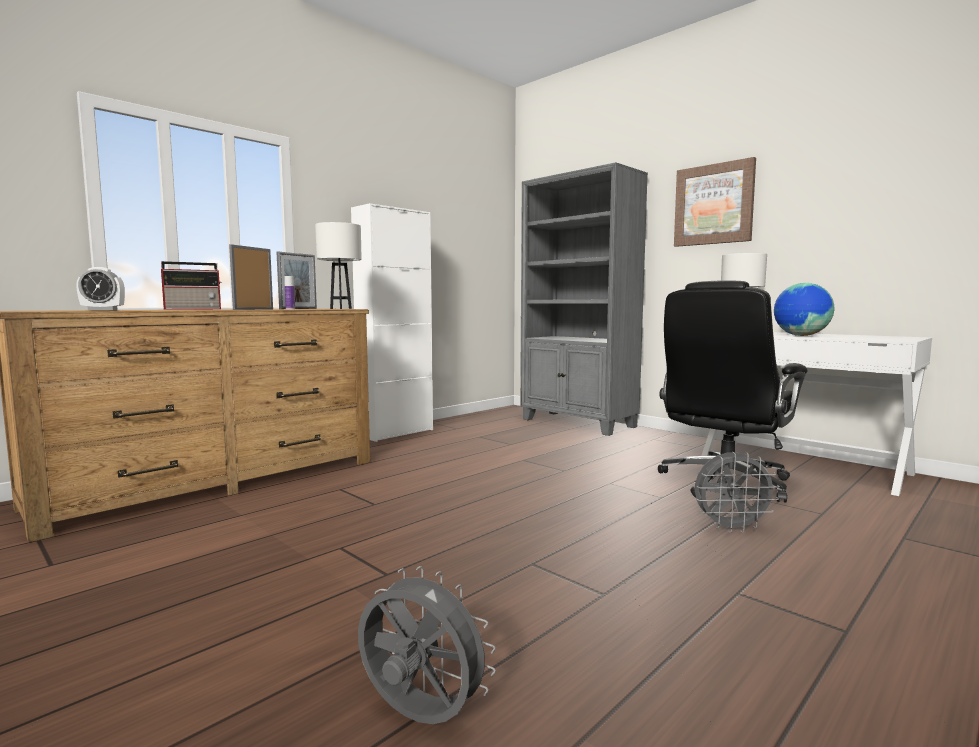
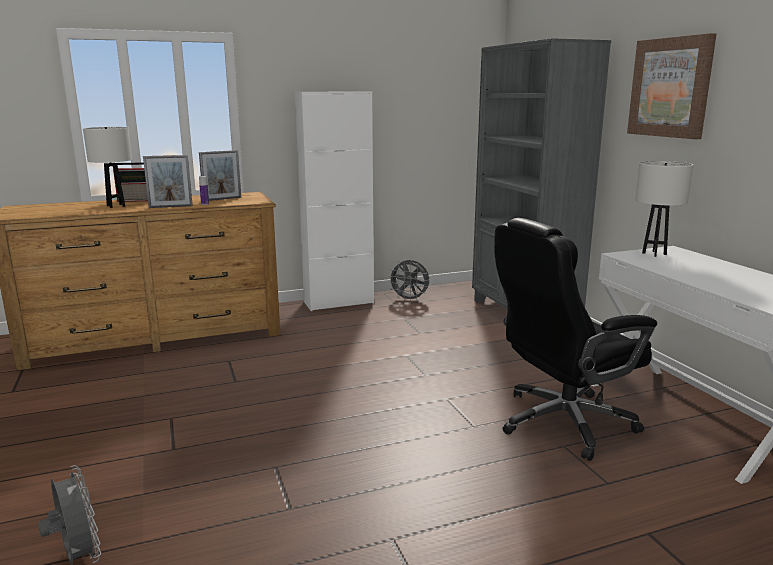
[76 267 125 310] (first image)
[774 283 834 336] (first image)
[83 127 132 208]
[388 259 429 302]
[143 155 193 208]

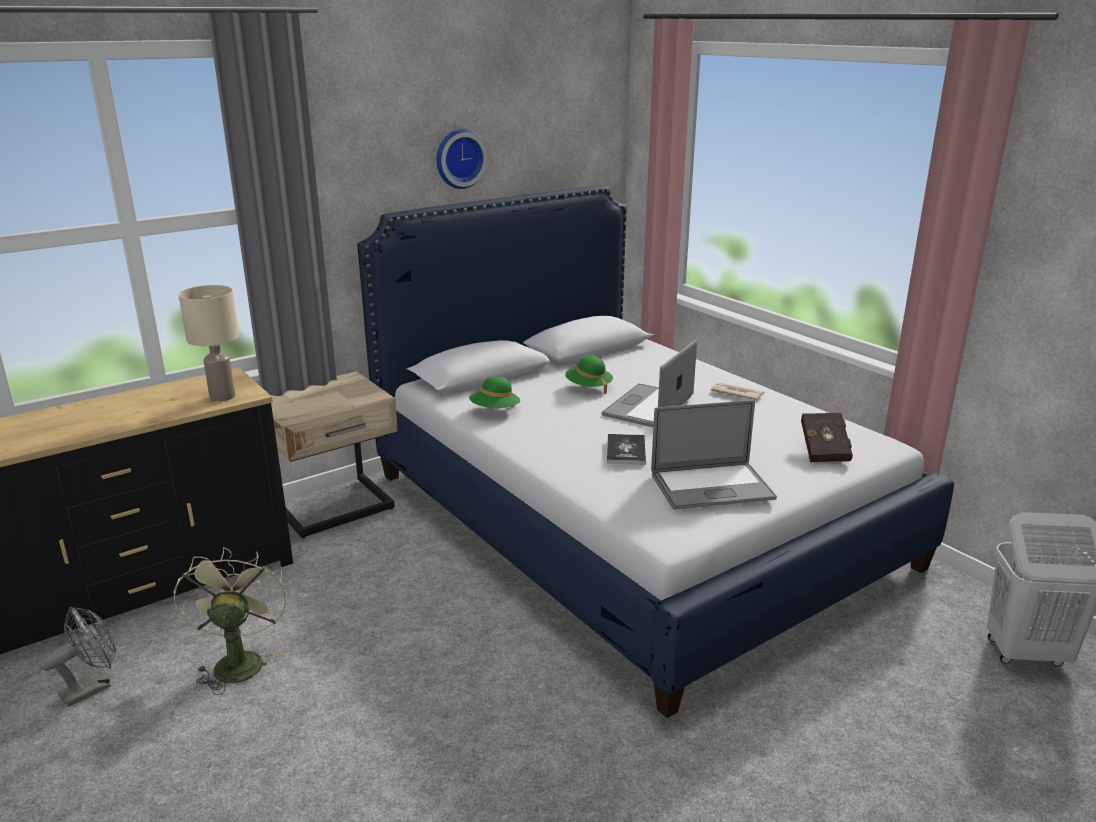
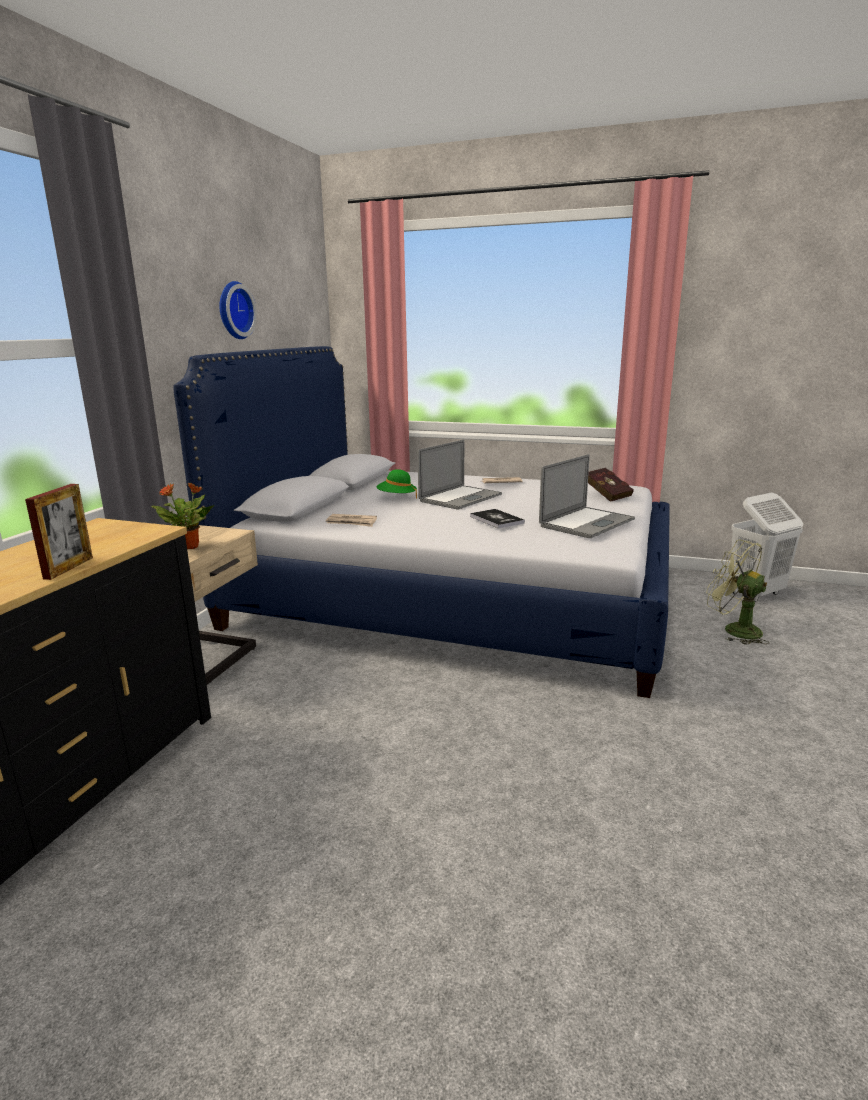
[40 607 116 707] (first image)
[179 285 239 402] (first image)
[25 484 93 580]
[151 482 214 549]
[706 540 769 645]
[326 514 377 527]
[417 440 502 509]

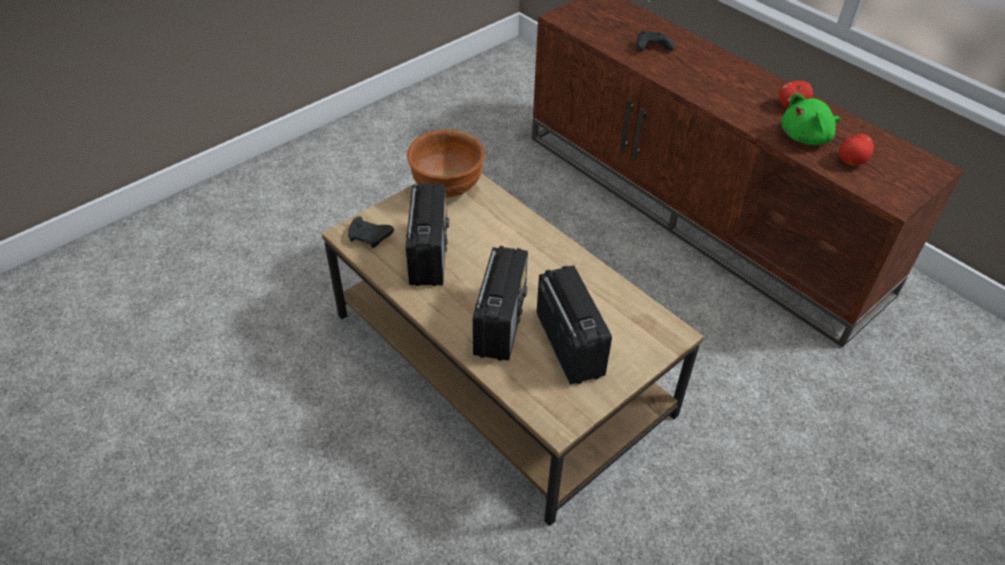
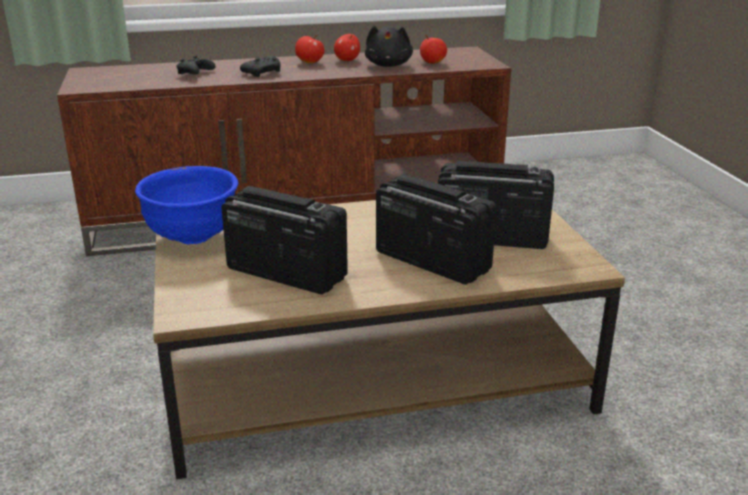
[295 35 325 63]
[240 56 281 77]
[135 166 238 244]
[365 26 413 67]

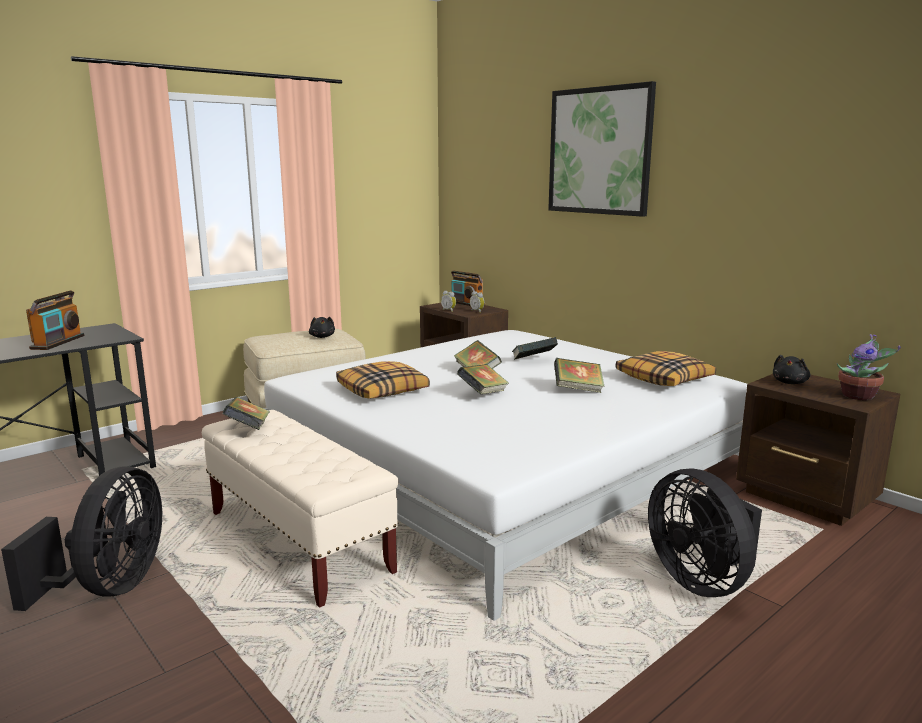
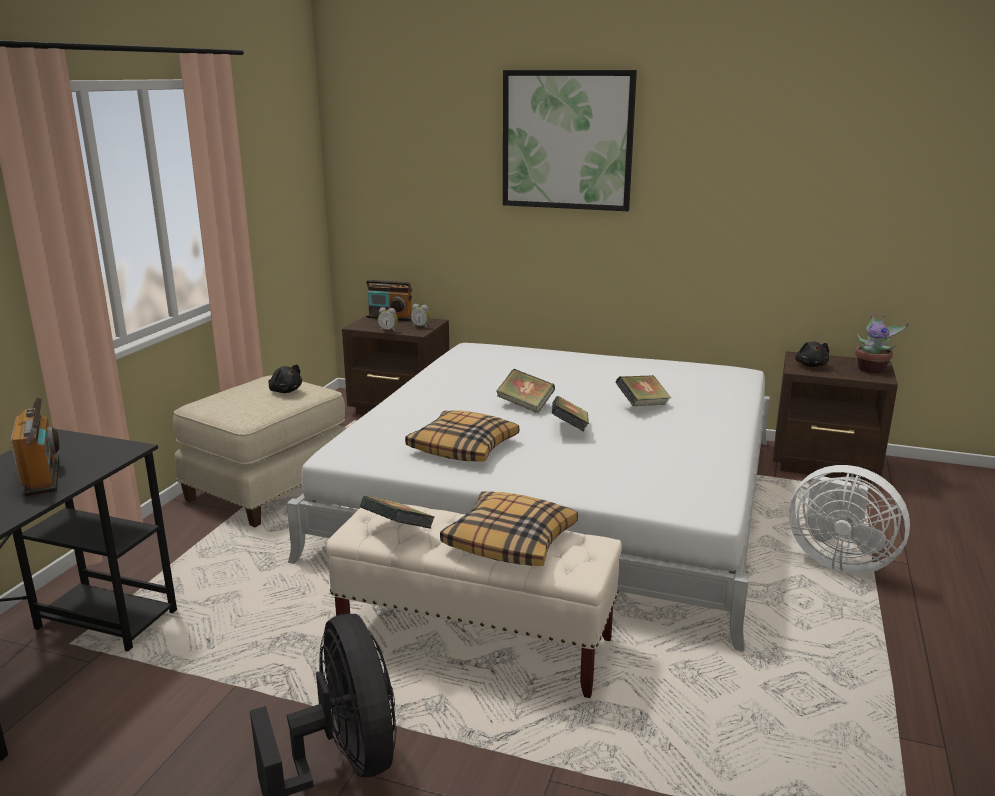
[512 337 558 360] (first image)
[440 491 578 566]
[789 465 910 574]

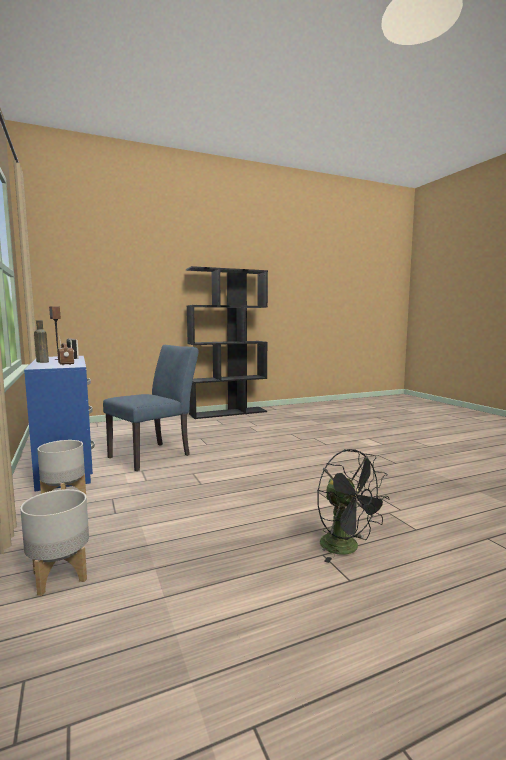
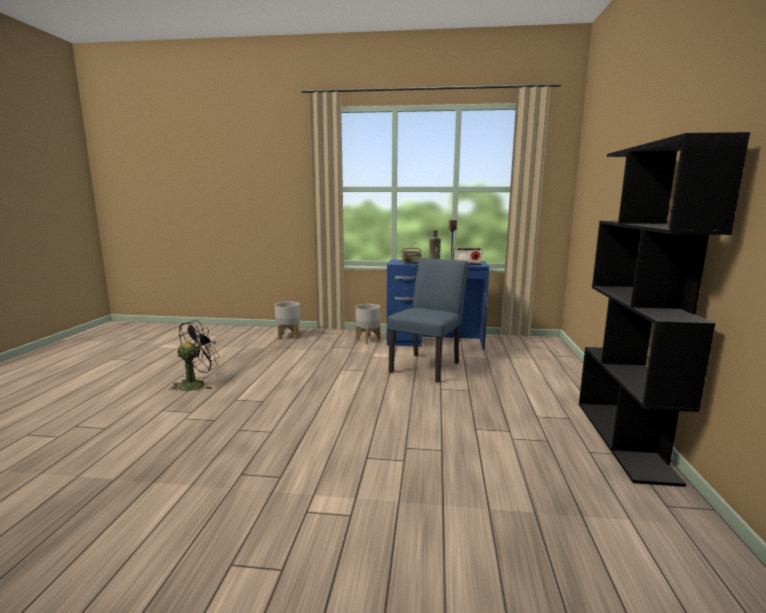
[387 258 468 383]
[169 320 220 391]

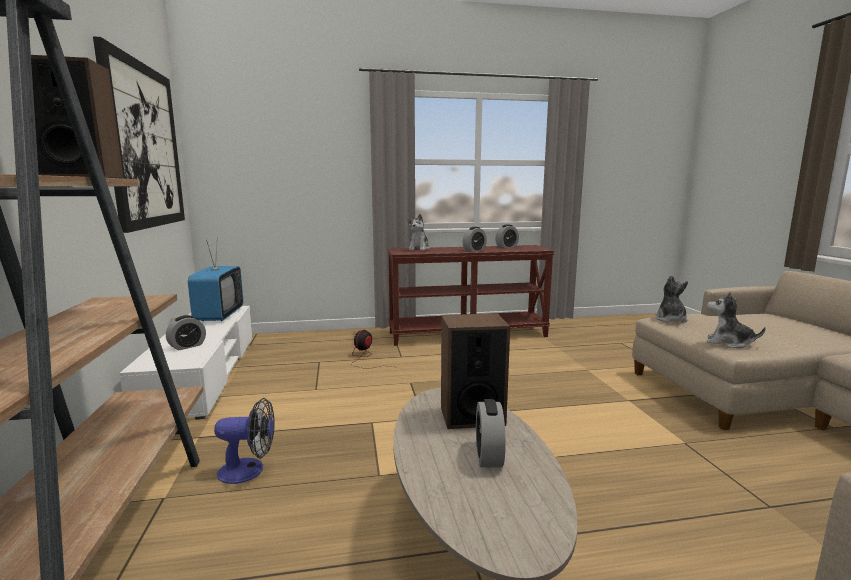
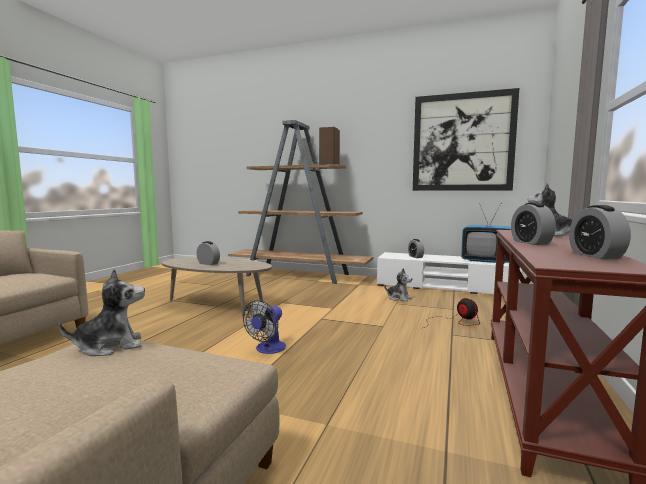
[441 313 510 429] (first image)
[243 300 286 354]
[384 268 412 302]

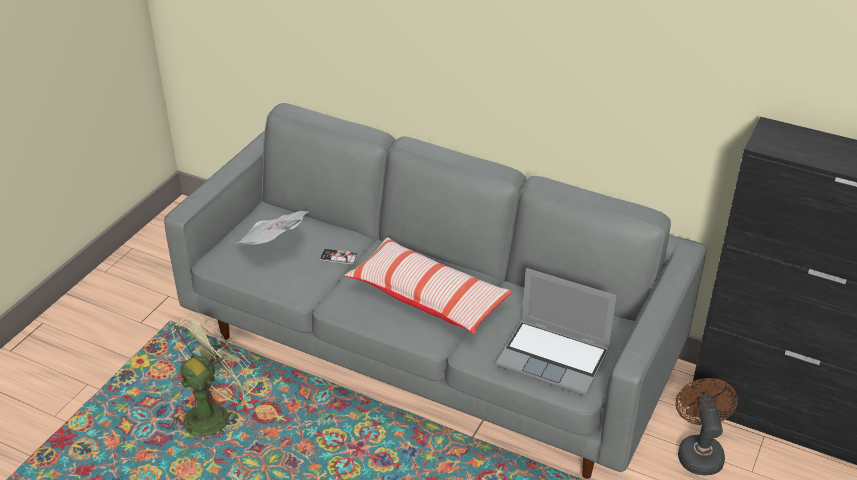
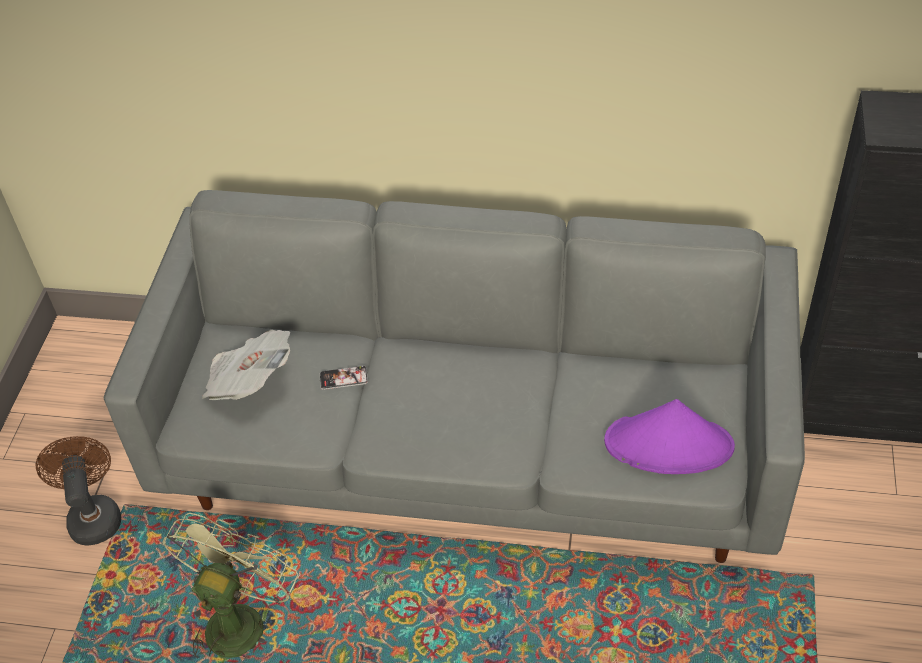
[344 237 513 334] (first image)
[36 436 121 546]
[604 399 735 474]

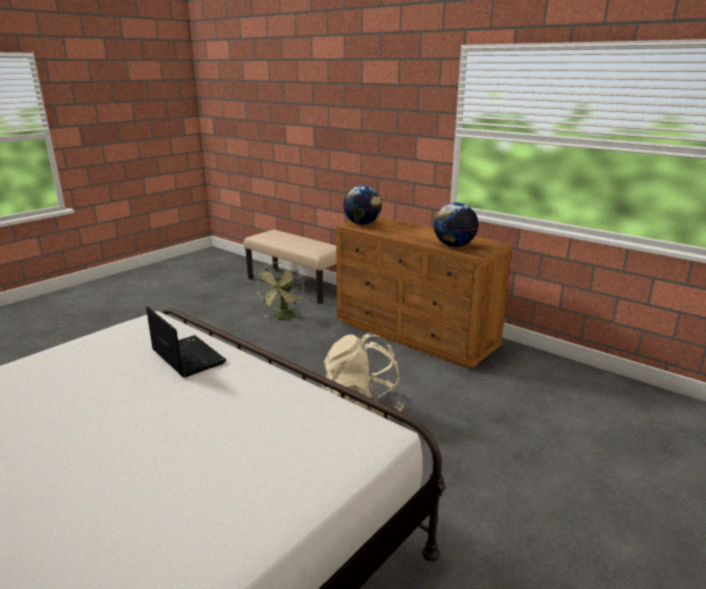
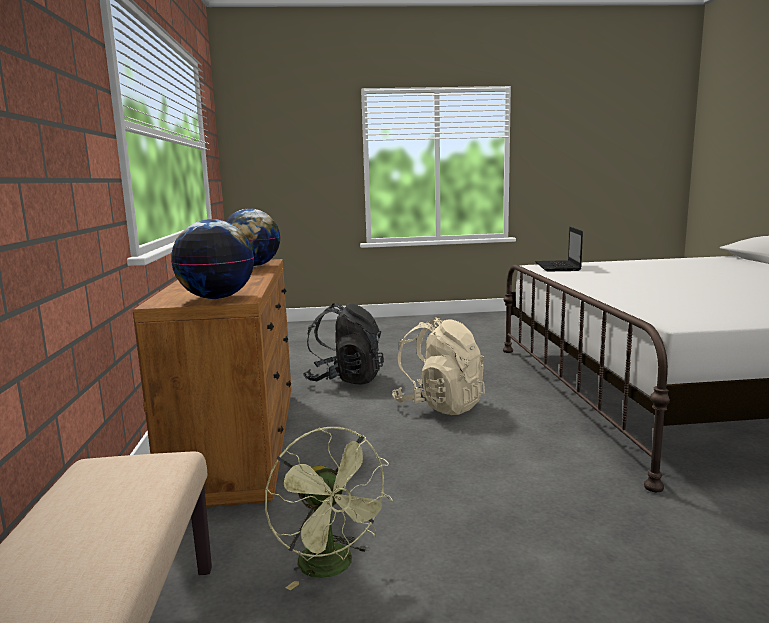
[303 303 384 385]
[535 227 583 271]
[265 427 393 590]

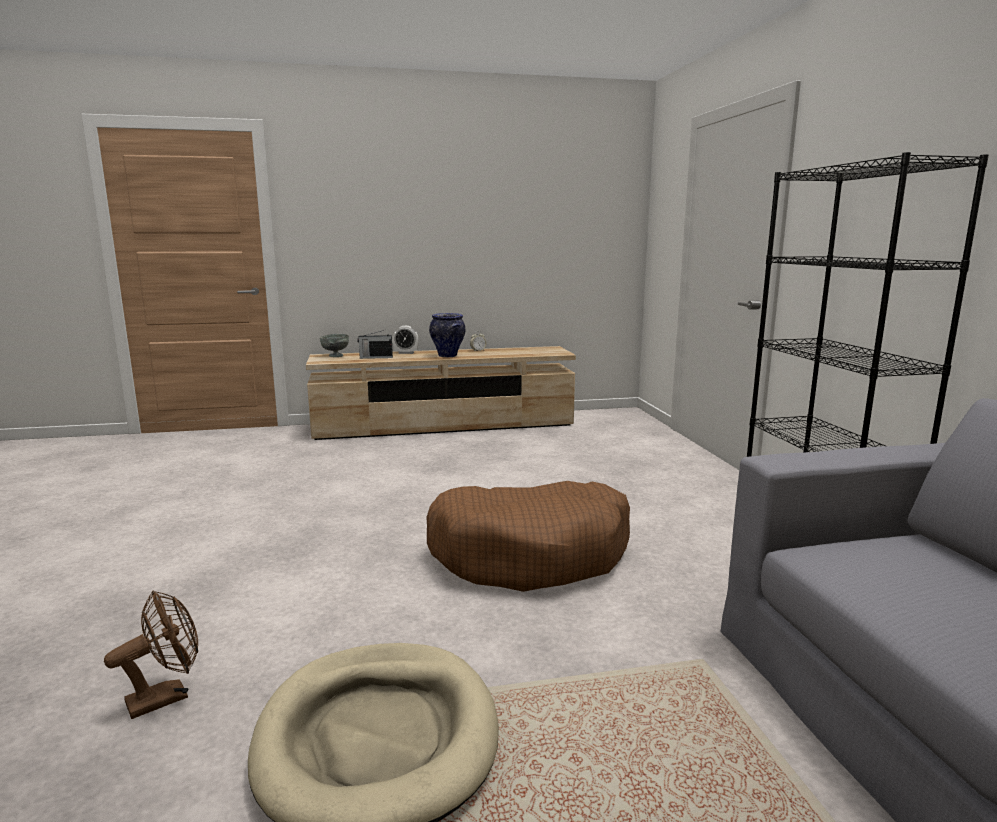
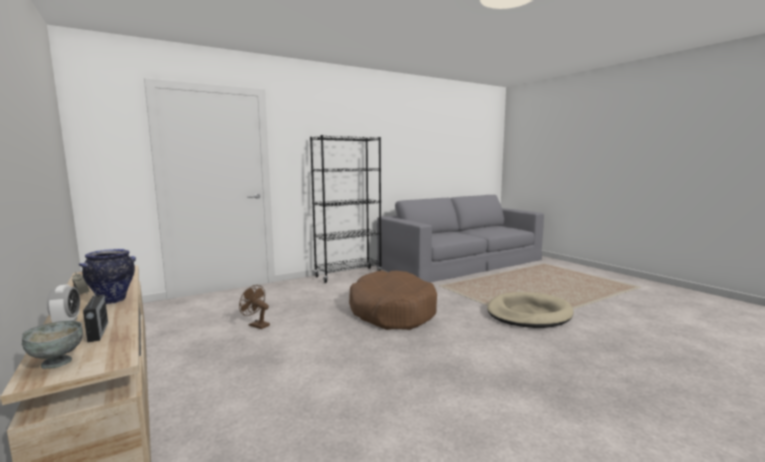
[239 285 270 329]

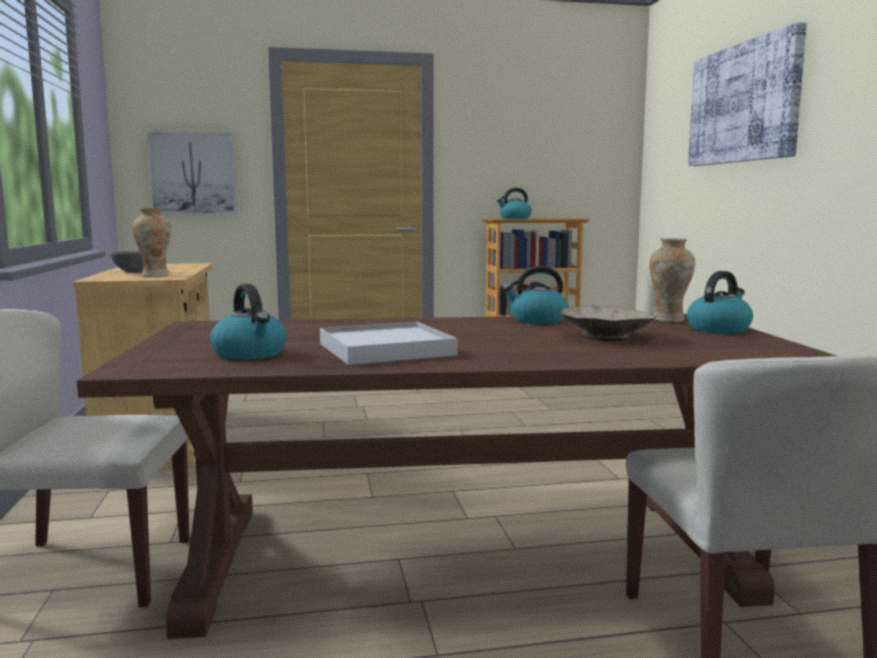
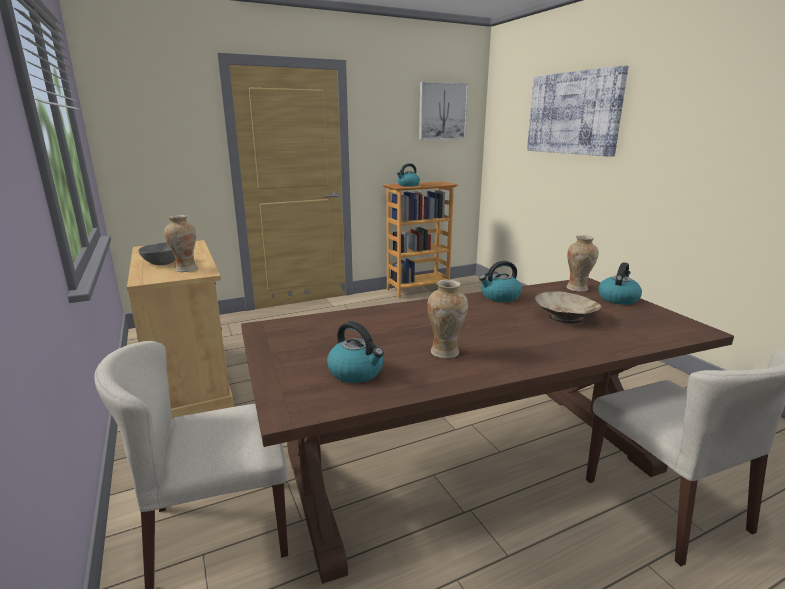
[419 82 468 140]
[427 280 468 359]

